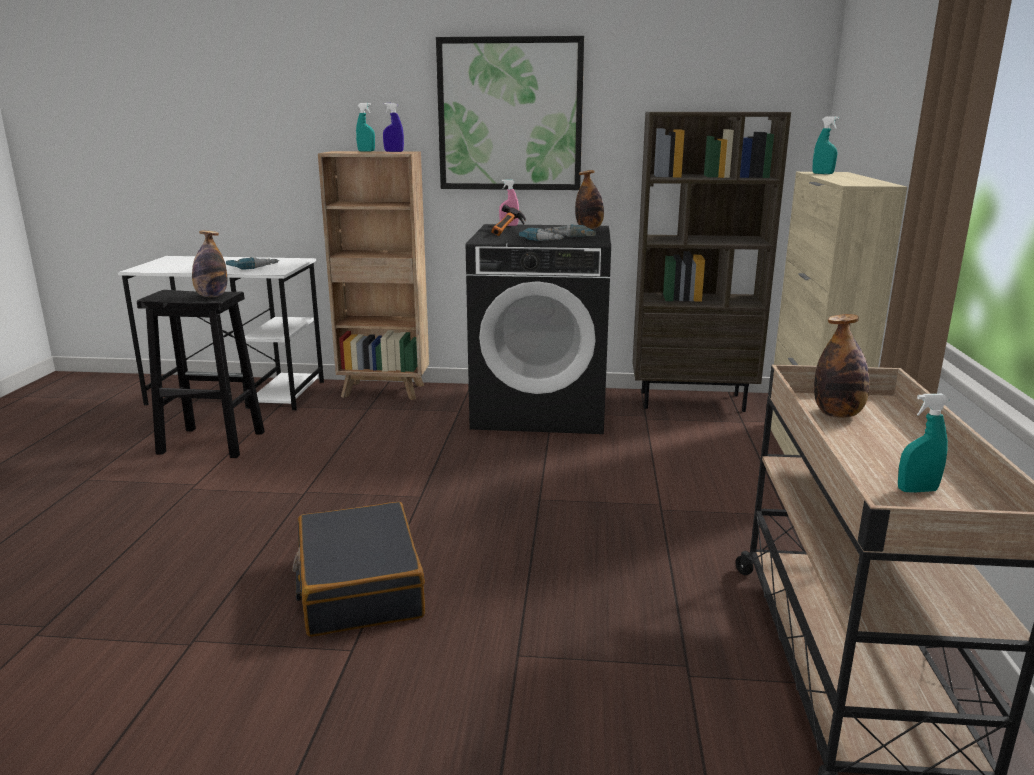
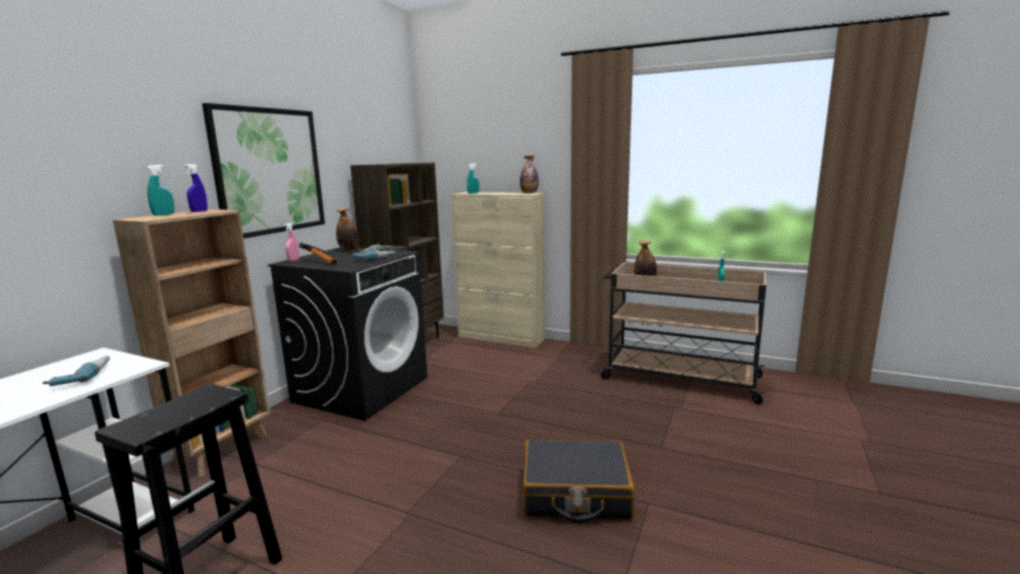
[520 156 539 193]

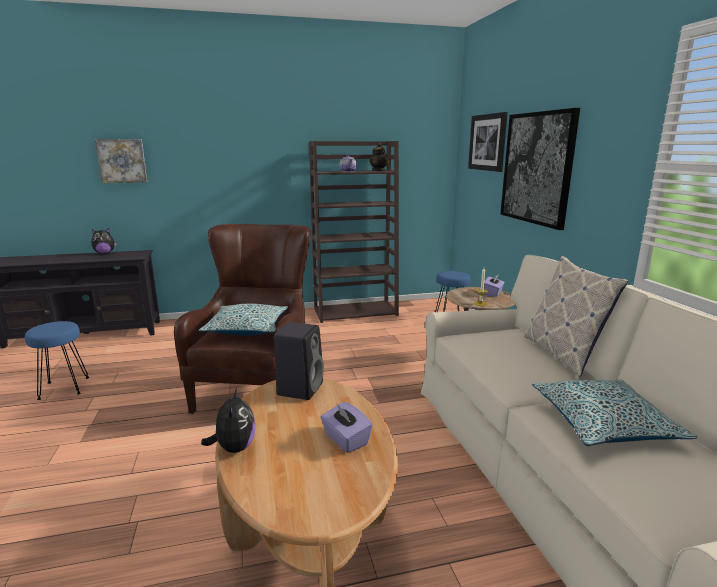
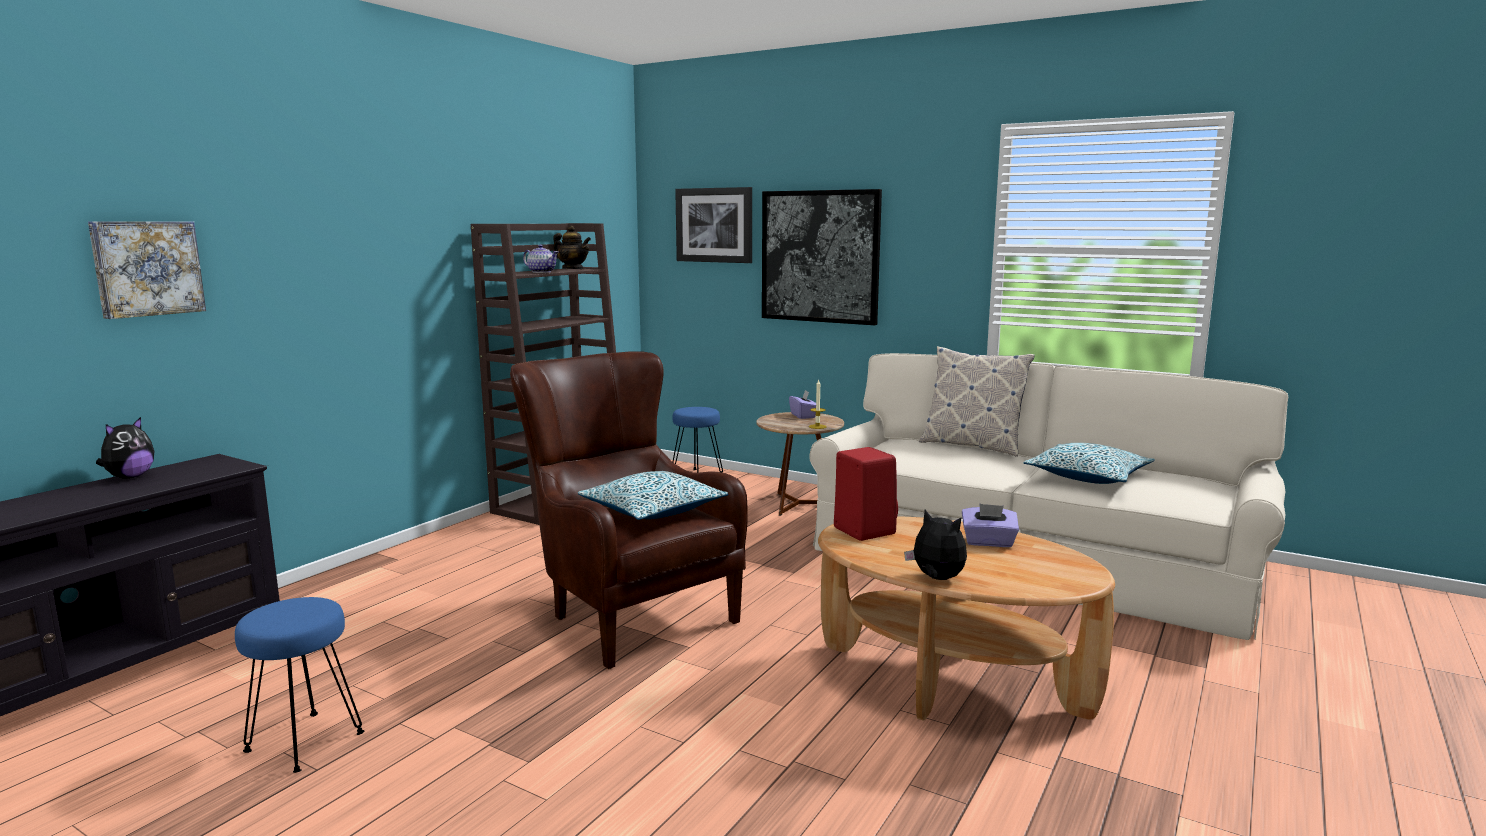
[834 447 898 541]

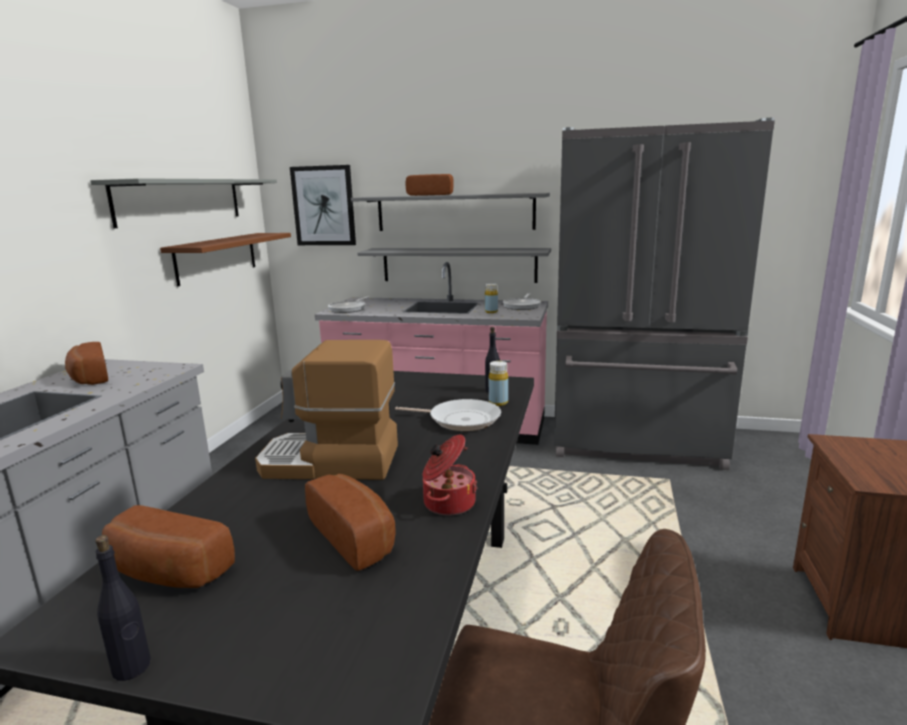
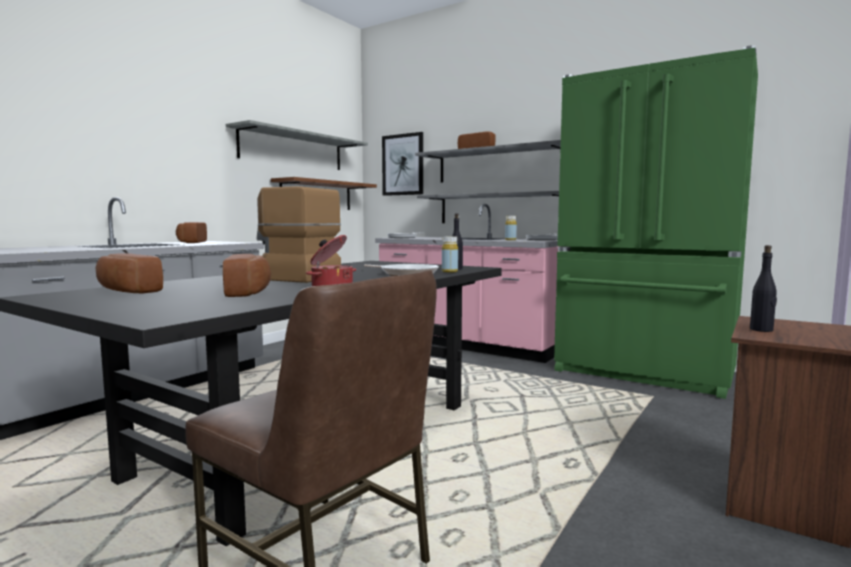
[750 245 777 332]
[554 45 758 399]

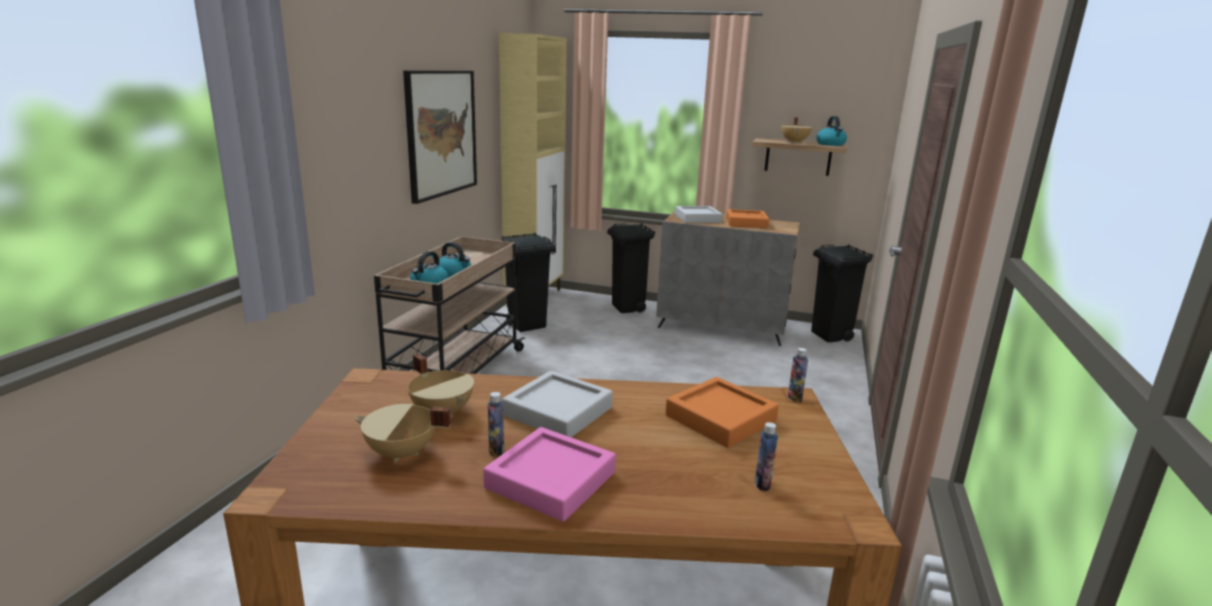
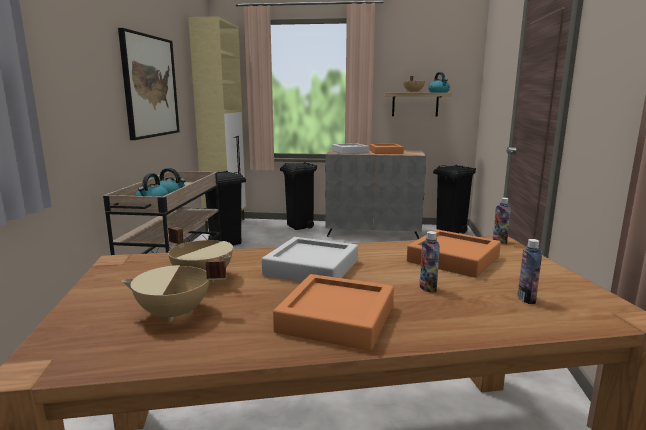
[419 231 440 293]
[273 274 394 351]

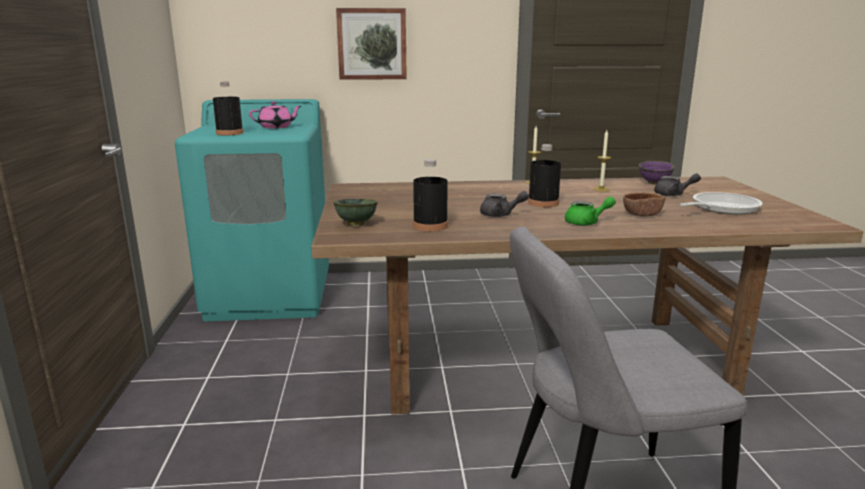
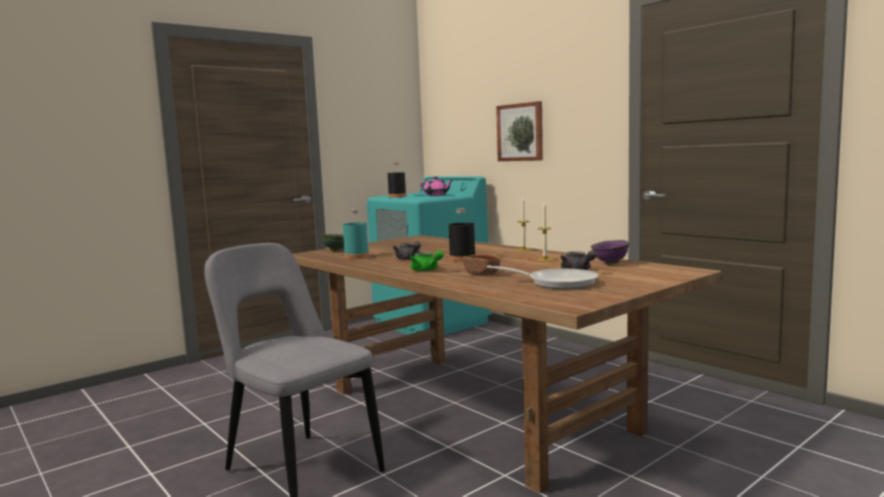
[343 209 369 259]

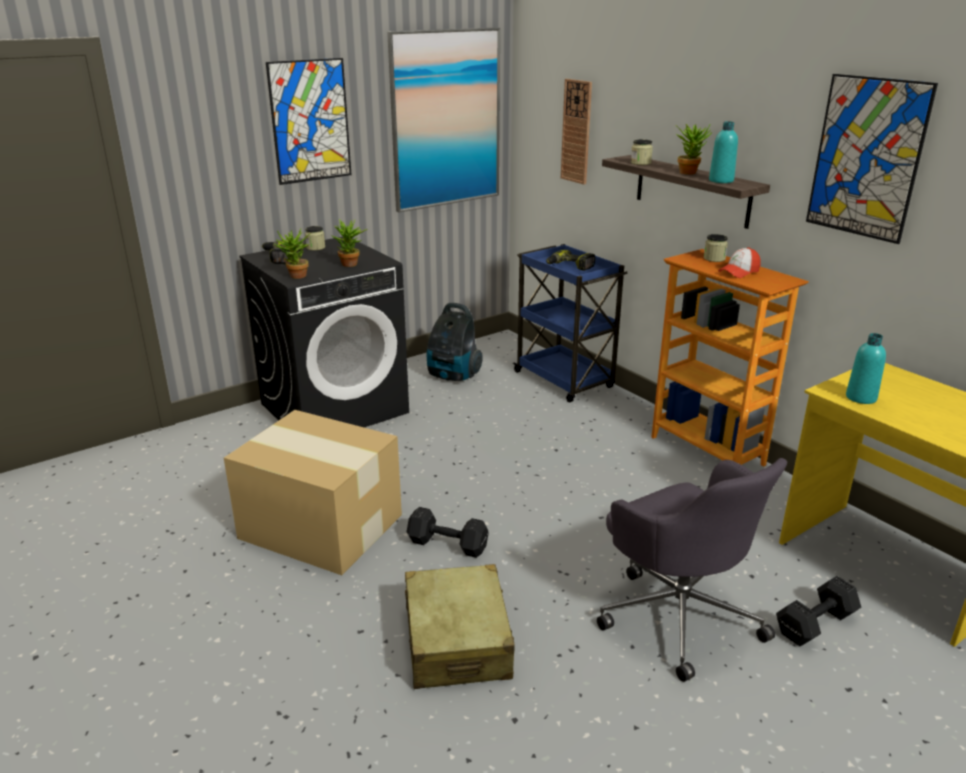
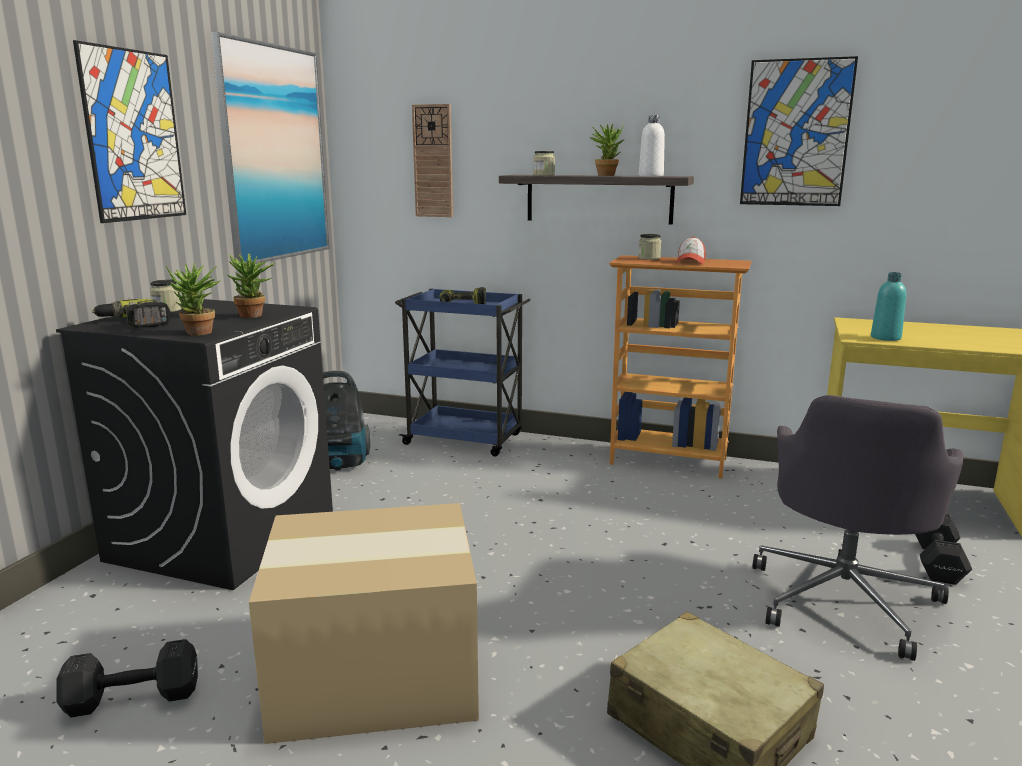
[56 639 198 718]
[639 115 665 176]
[752 395 963 661]

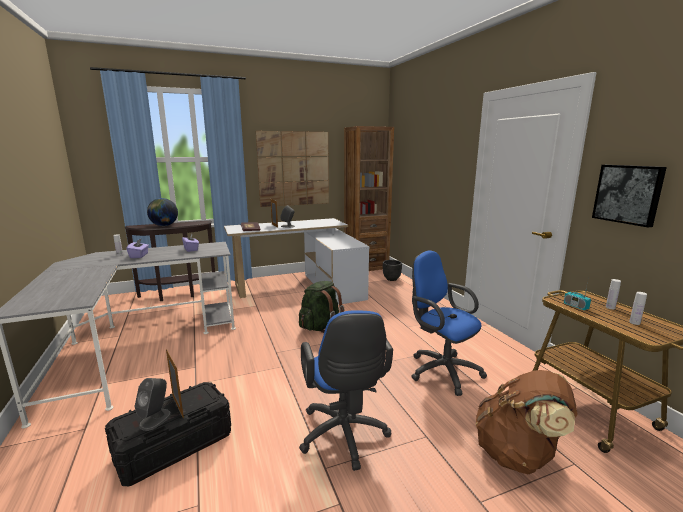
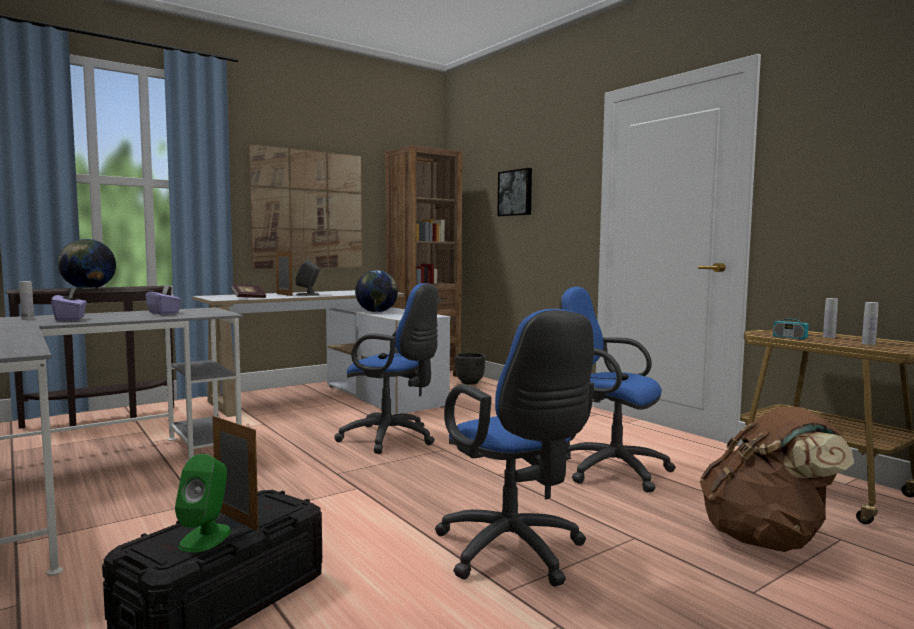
[355 270 398 312]
[497 168 532 217]
[334 283 438 454]
[175 454 231 552]

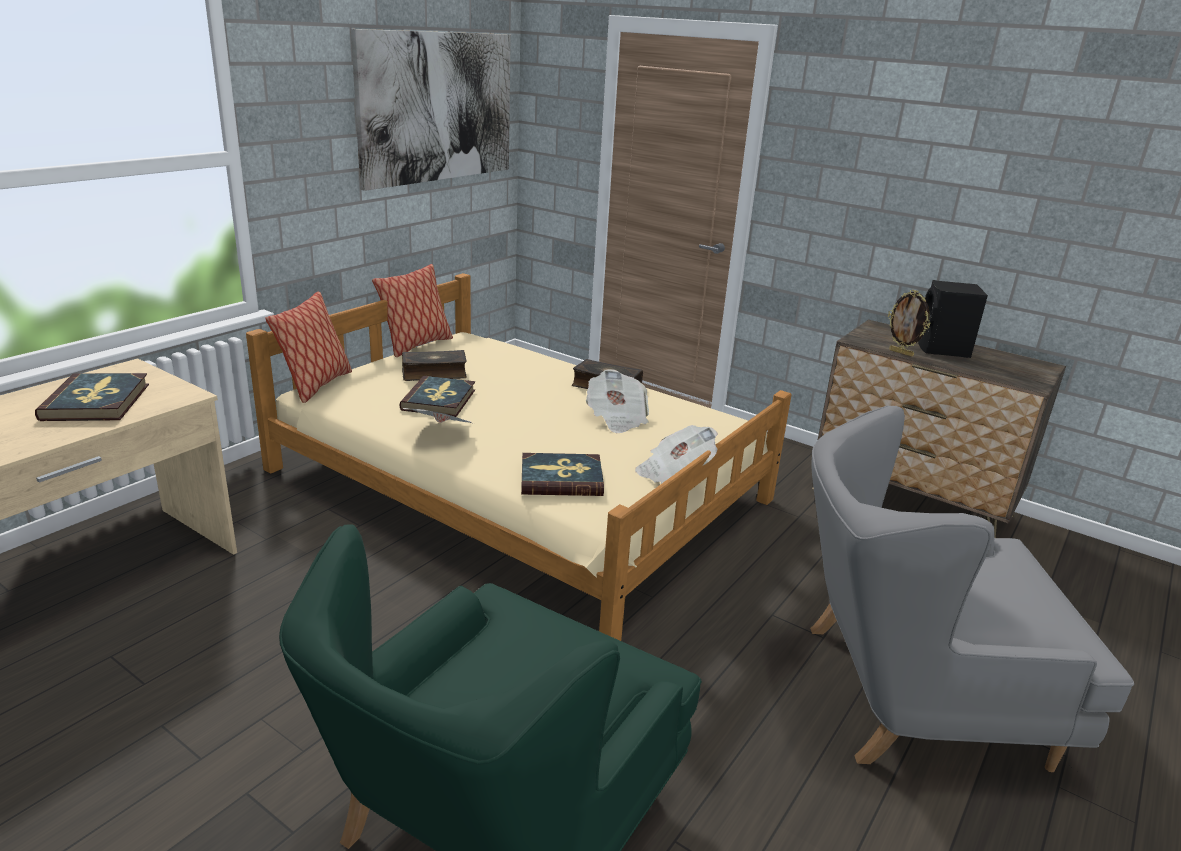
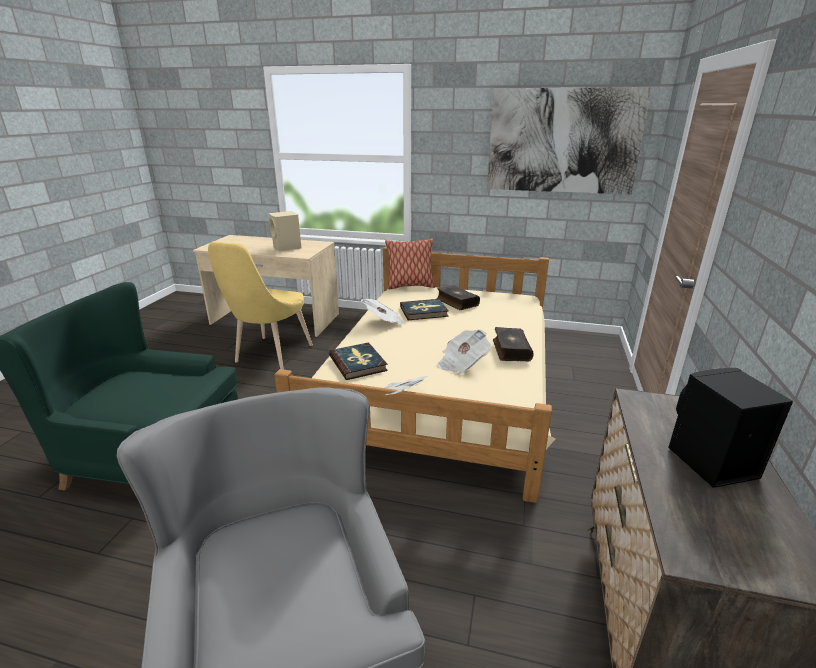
[372 264 453 357] (first image)
[888 290 930 357] (first image)
[208 242 313 369]
[269 211 301 251]

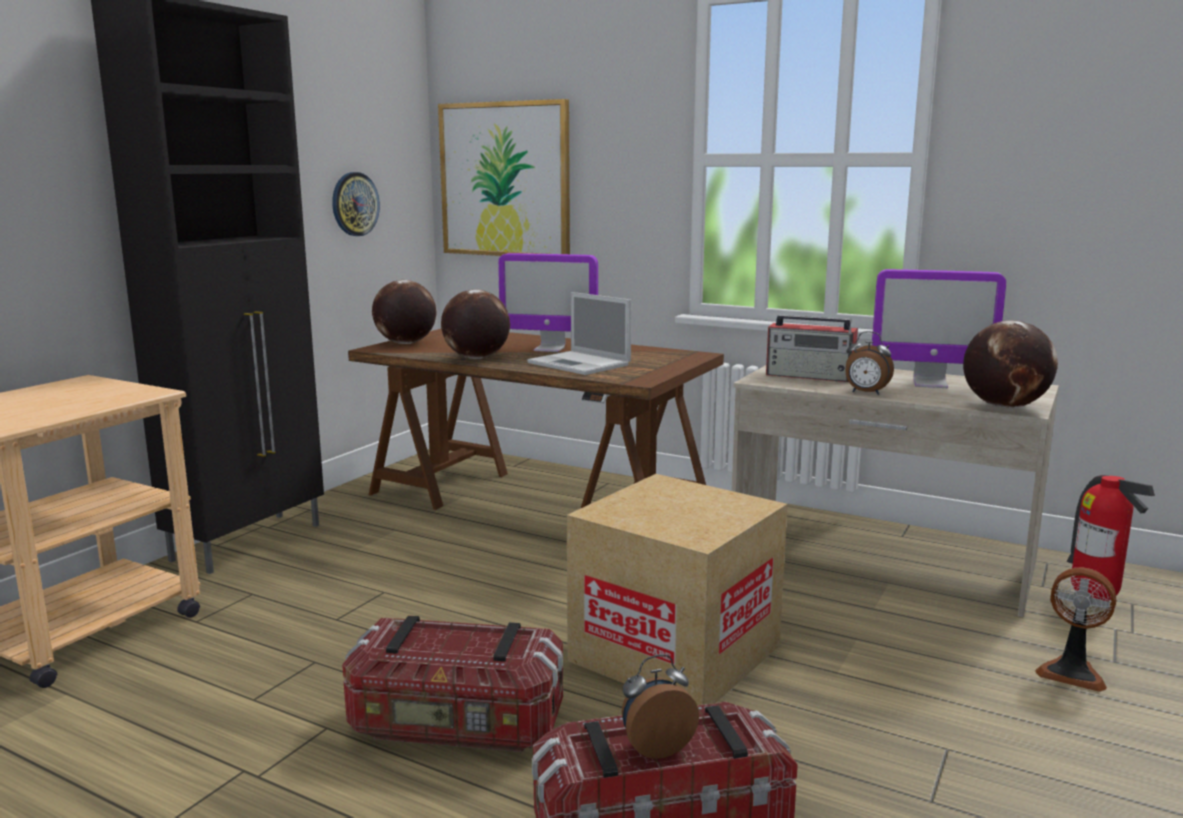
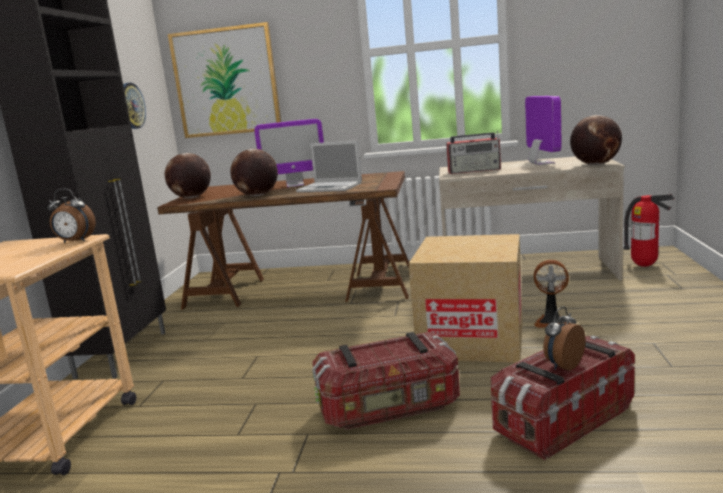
[48 189 96 243]
[534 260 570 328]
[525 96 562 165]

